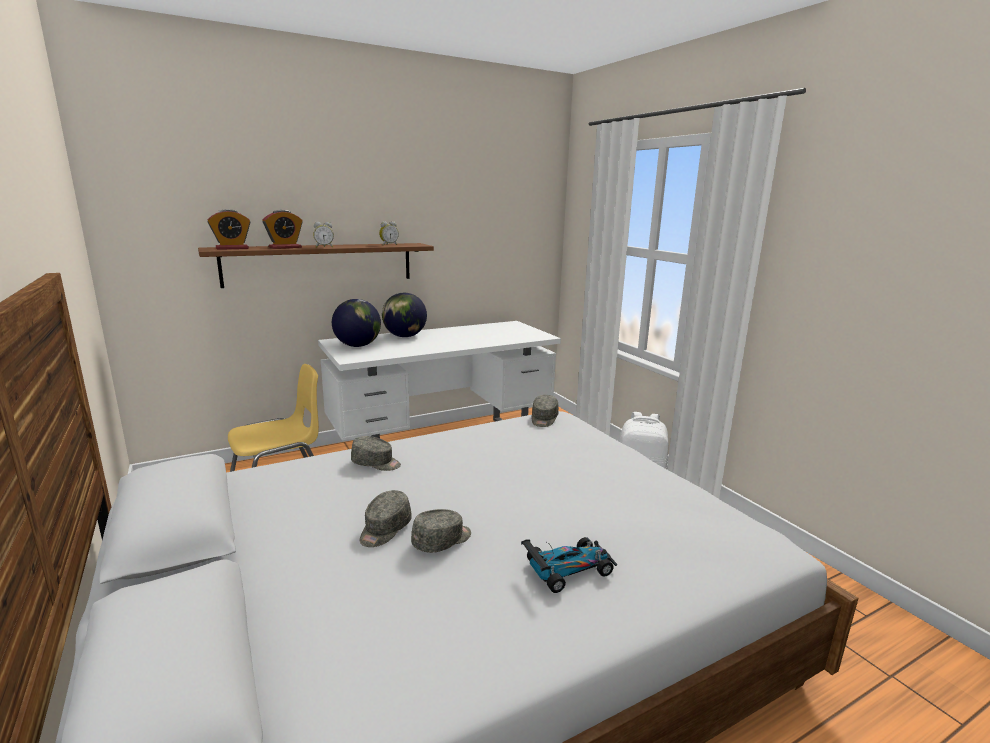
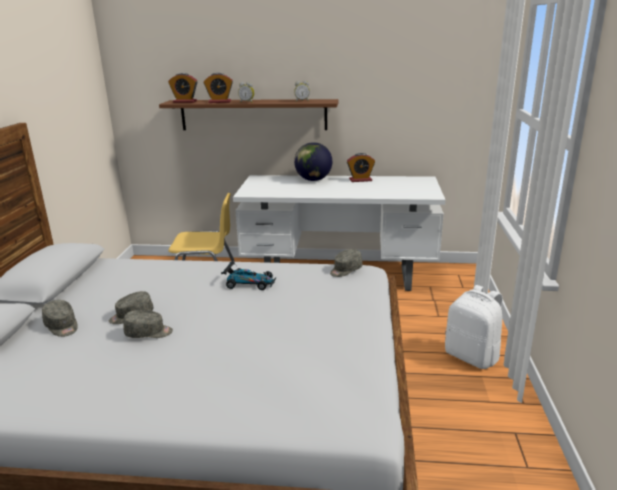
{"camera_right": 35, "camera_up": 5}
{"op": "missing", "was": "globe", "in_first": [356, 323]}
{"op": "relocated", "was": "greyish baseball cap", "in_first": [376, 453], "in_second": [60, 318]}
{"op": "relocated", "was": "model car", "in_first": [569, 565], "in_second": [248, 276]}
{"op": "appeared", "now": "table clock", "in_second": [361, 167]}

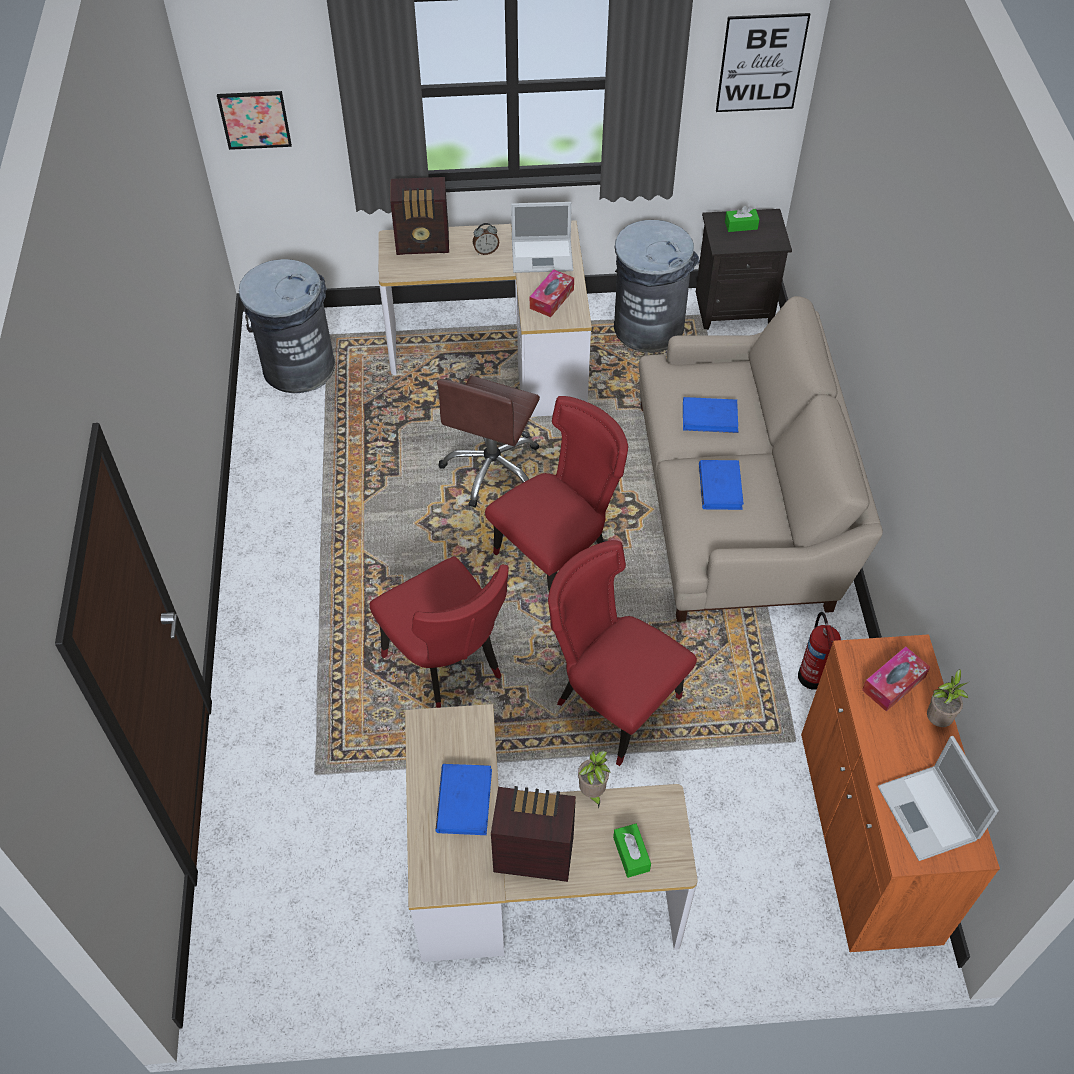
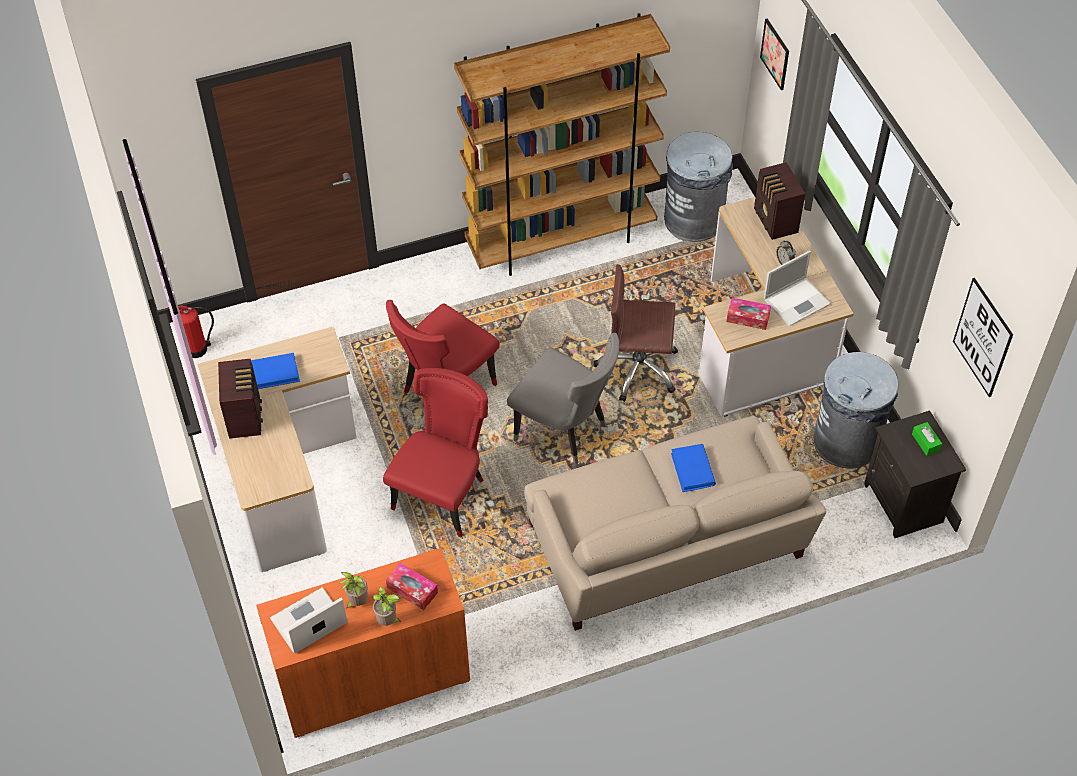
{"camera_right": 75, "camera_up": 0}
{"op": "colour", "was": "reddish chair", "now": "greyish chair", "in_first": [556, 493], "in_second": [563, 399]}
{"op": "spun", "was": "laptop", "in_first": [542, 237], "in_second": [797, 288], "clockwise": -105}
{"op": "relocated", "was": "houseplant", "in_first": [594, 779], "in_second": [353, 590]}
{"op": "missing", "was": "greenish box of tissues", "in_first": [632, 851]}
{"op": "missing", "was": "blue-coloured book", "in_first": [721, 485]}
{"op": "relocated", "was": "extinguisher", "in_first": [819, 651], "in_second": [196, 332]}
{"op": "appeared", "now": "brown-coloured shelving unit", "in_second": [562, 144]}

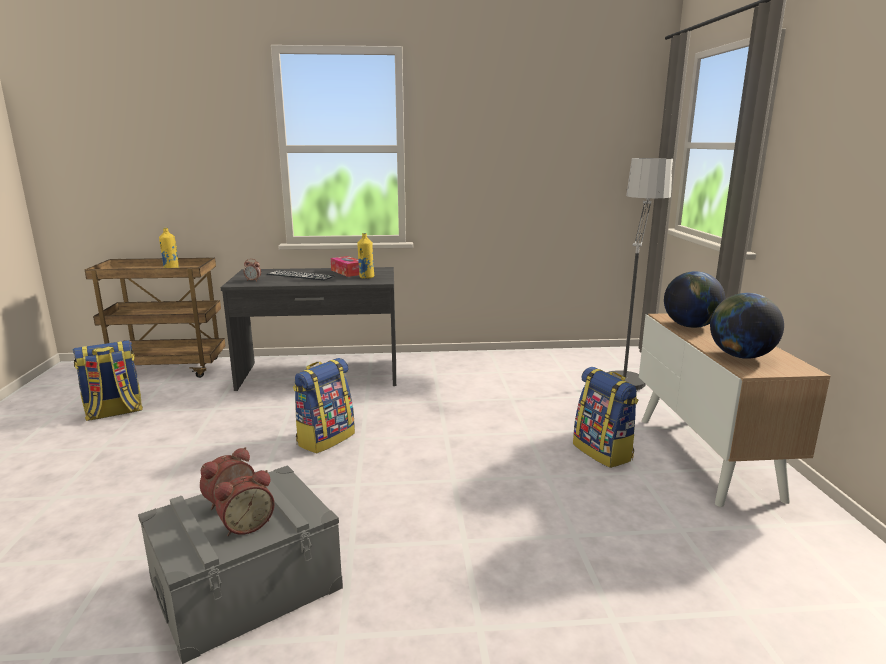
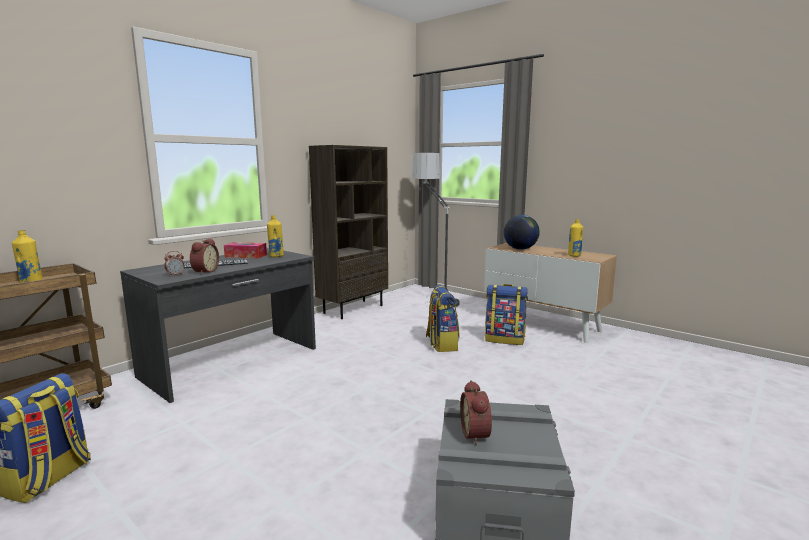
{"camera_right": -45, "camera_up": -5}
{"op": "relocated", "was": "table clock", "in_first": [244, 503], "in_second": [204, 256]}
{"op": "relocated", "was": "backpack", "in_first": [324, 405], "in_second": [442, 318]}
{"op": "exchanged", "was": "globe", "now": "yellow beverage bottle", "in_first": [747, 326], "in_second": [575, 238]}
{"op": "appeared", "now": "brown-coloured shelving unit", "in_second": [348, 232]}

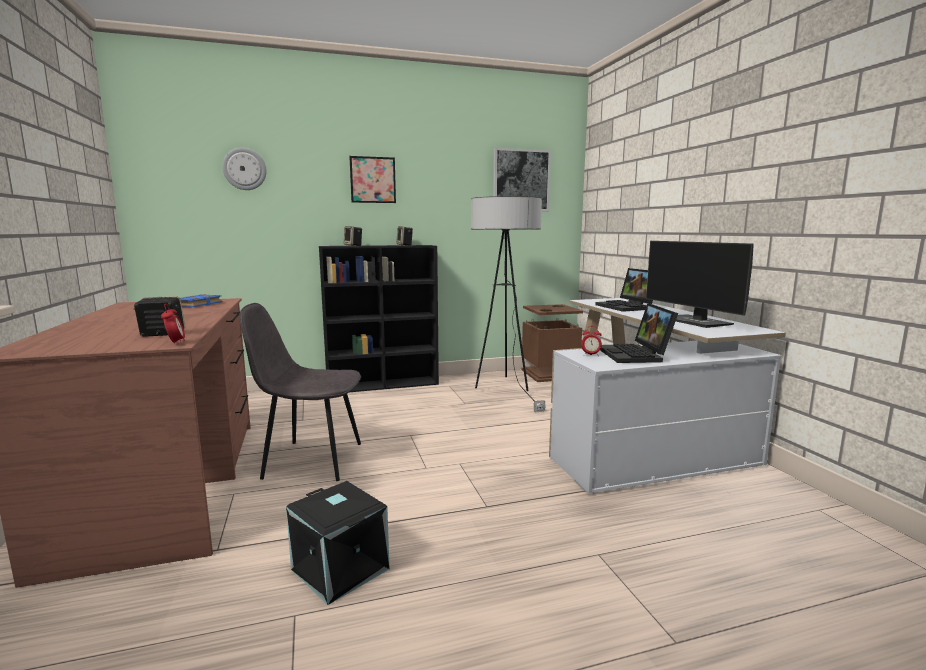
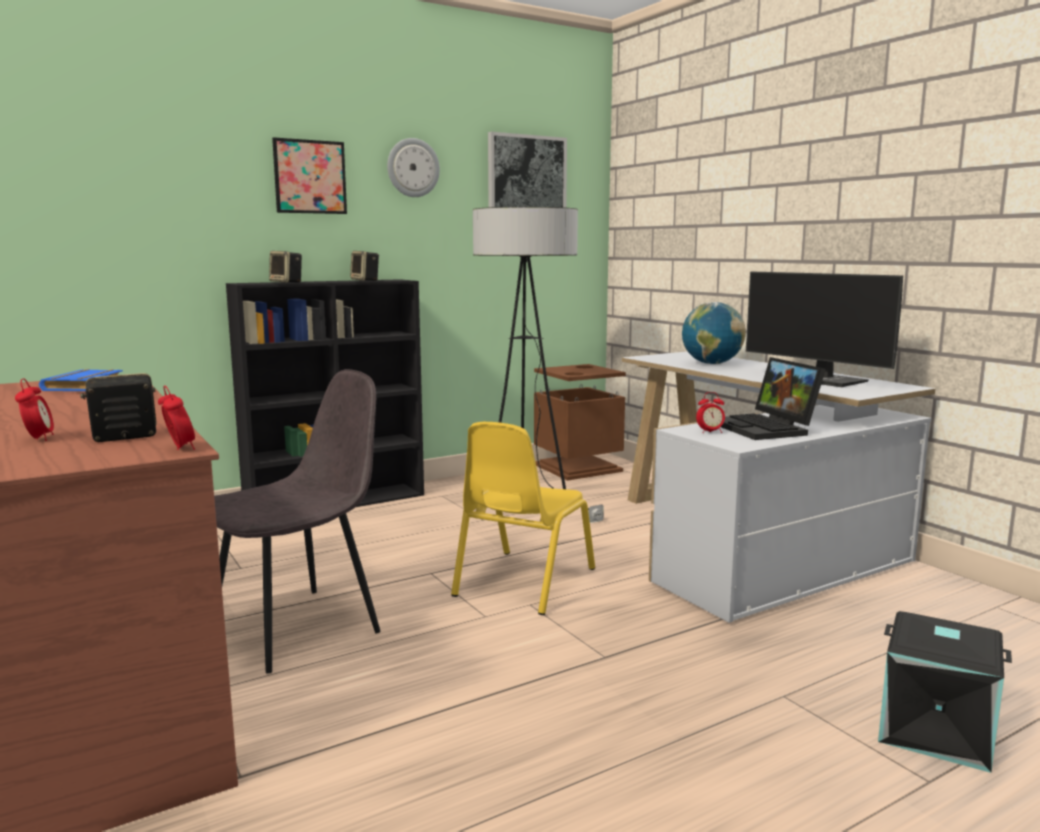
{"camera_right": -15, "camera_up": 0}
{"op": "relocated", "was": "wall clock", "in_first": [244, 168], "in_second": [413, 167]}
{"op": "spun", "was": "greyish chair", "in_first": [300, 392], "in_second": [297, 521], "clockwise": 150}
{"op": "relocated", "was": "black storage bin", "in_first": [338, 543], "in_second": [945, 692]}
{"op": "exchanged", "was": "laptop", "now": "globe", "in_first": [624, 290], "in_second": [714, 333]}
{"op": "appeared", "now": "table clock", "in_second": [34, 409]}
{"op": "appeared", "now": "yellow chair", "in_second": [523, 518]}

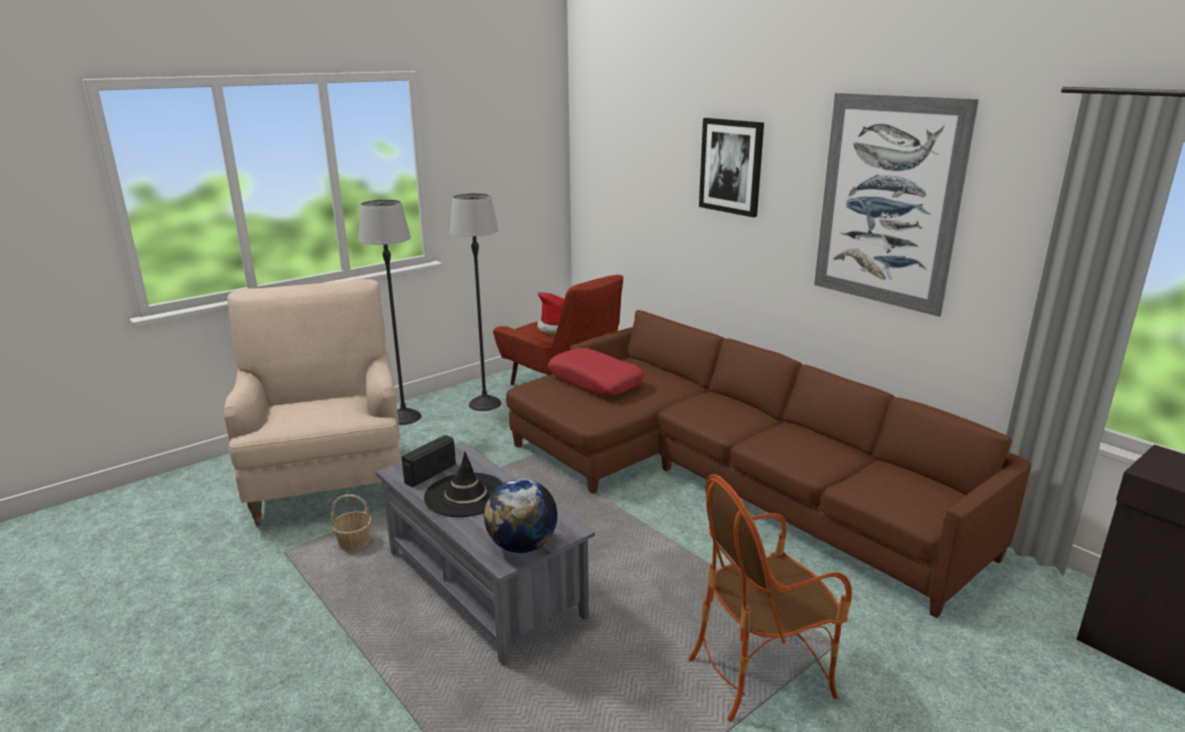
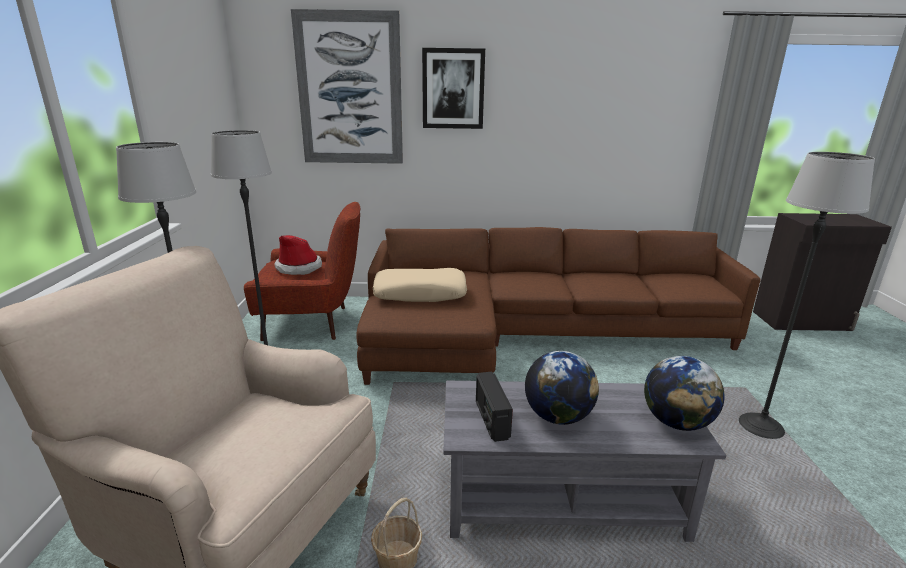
{"camera_right": -50, "camera_up": 0}
{"op": "exchanged", "was": "black wearable hat", "now": "globe", "in_first": [463, 484], "in_second": [562, 388]}
{"op": "colour", "was": "reddish throw pillow", "now": "sand-coloured throw pillow", "in_first": [596, 372], "in_second": [420, 285]}
{"op": "exchanged", "was": "armchair", "now": "standard lamp", "in_first": [770, 598], "in_second": [807, 295]}
{"op": "relocated", "was": "wall picture", "in_first": [896, 205], "in_second": [347, 86]}

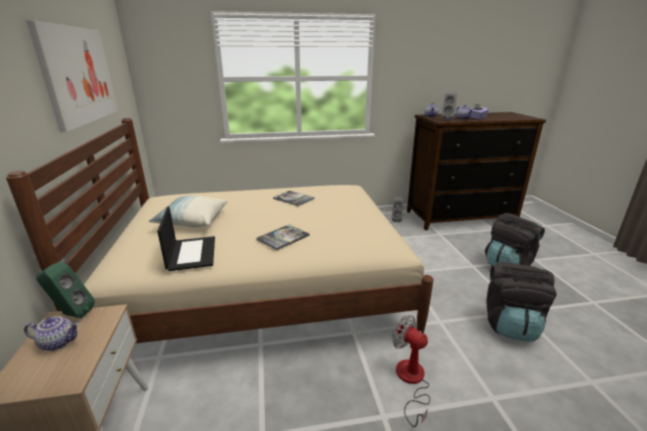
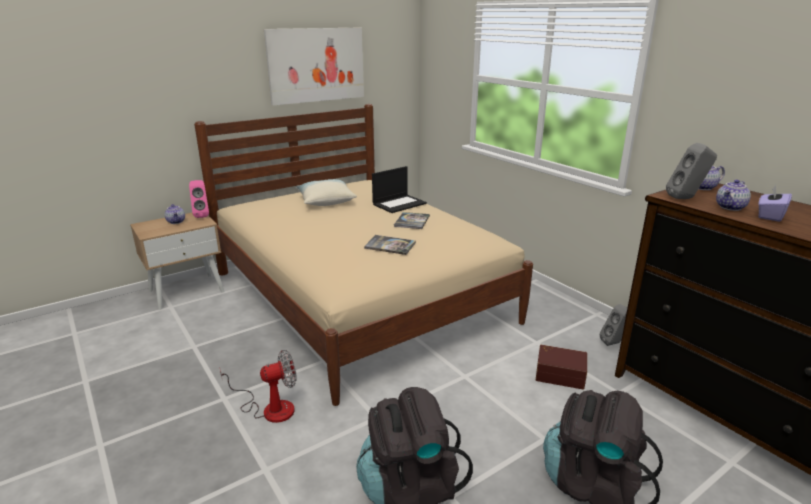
{"camera_right": 65, "camera_up": 0}
{"op": "colour", "was": "greenish audio speaker", "now": "pink-coloured audio speaker", "in_first": [65, 290], "in_second": [199, 199]}
{"op": "relocated", "was": "laptop", "in_first": [186, 238], "in_second": [399, 189]}
{"op": "relocated", "was": "book", "in_first": [283, 237], "in_second": [390, 245]}
{"op": "spun", "was": "fan", "in_first": [411, 371], "in_second": [258, 386], "clockwise": 45}
{"op": "appeared", "now": "brown-coloured storage bin", "in_second": [561, 367]}

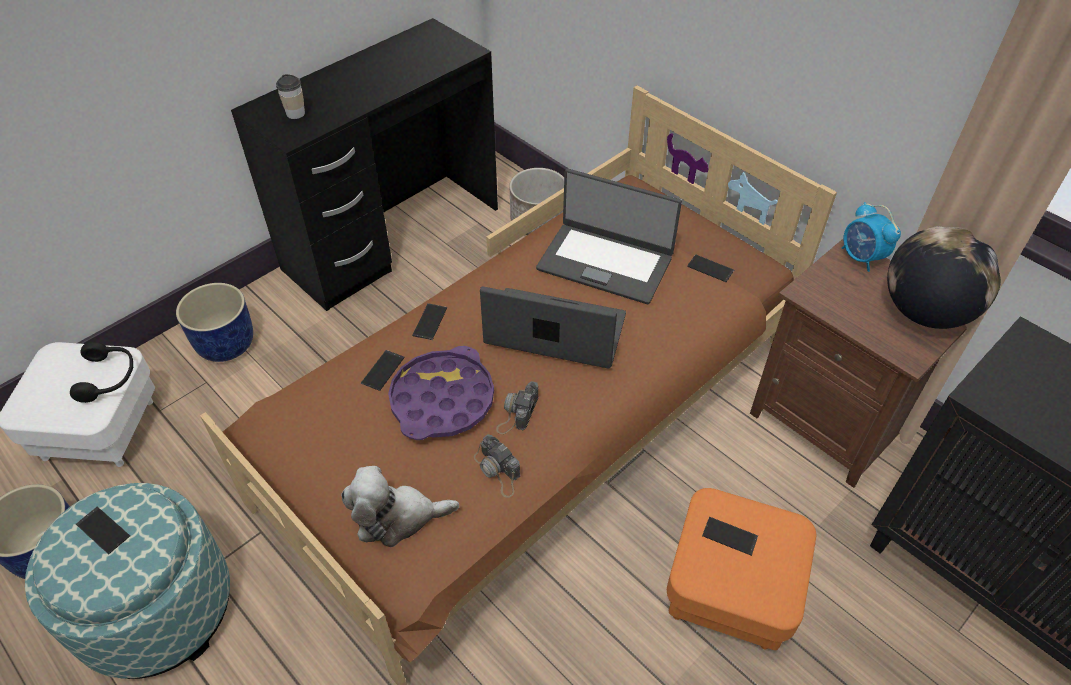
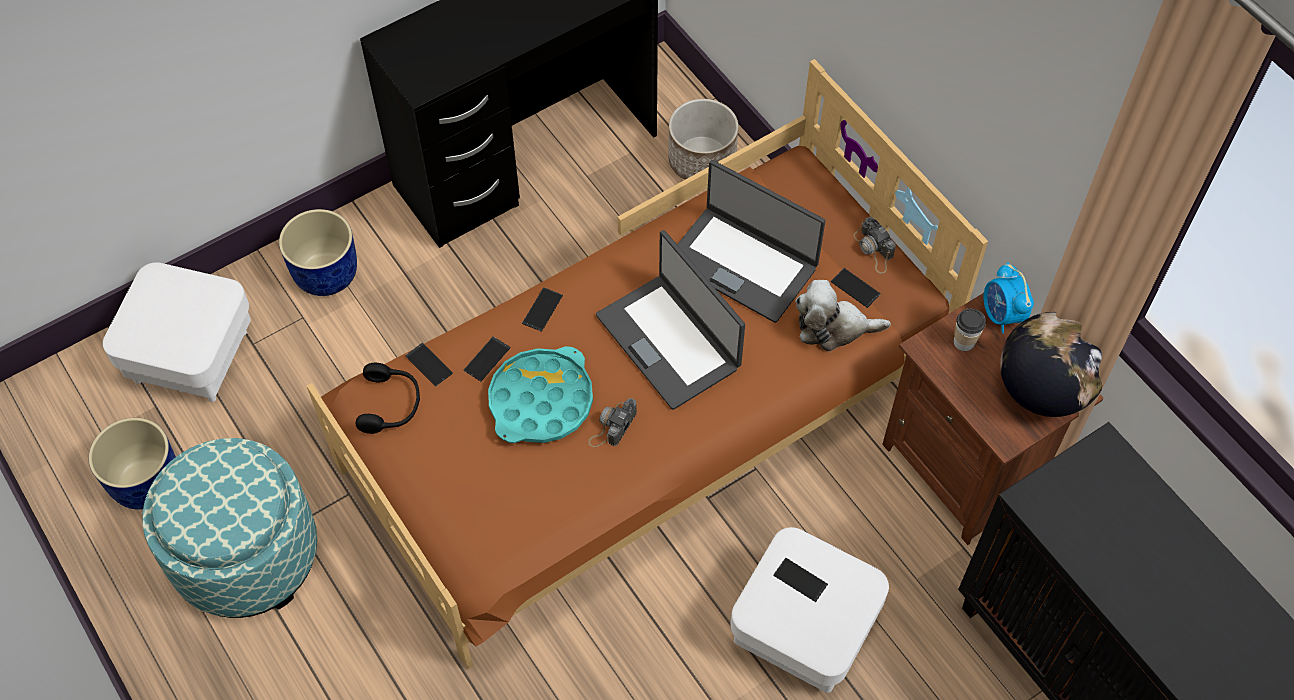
{"camera_right": 10, "camera_up": 10}
{"op": "relocated", "was": "black headphones", "in_first": [101, 372], "in_second": [388, 398]}
{"op": "relocated", "was": "handset", "in_first": [103, 530], "in_second": [429, 364]}
{"op": "relocated", "was": "cup", "in_first": [290, 96], "in_second": [970, 330]}
{"op": "relocated", "was": "plush toy", "in_first": [400, 506], "in_second": [843, 315]}
{"op": "colour", "was": "purplish carrying tray", "now": "blue-green carrying tray", "in_first": [441, 393], "in_second": [540, 394]}
{"op": "relocated", "was": "photo camera", "in_first": [497, 466], "in_second": [874, 245]}
{"op": "spun", "was": "laptop", "in_first": [553, 328], "in_second": [670, 320], "clockwise": -150}
{"op": "colour", "was": "orange pouffe", "now": "whitish pouffe", "in_first": [741, 569], "in_second": [809, 610]}

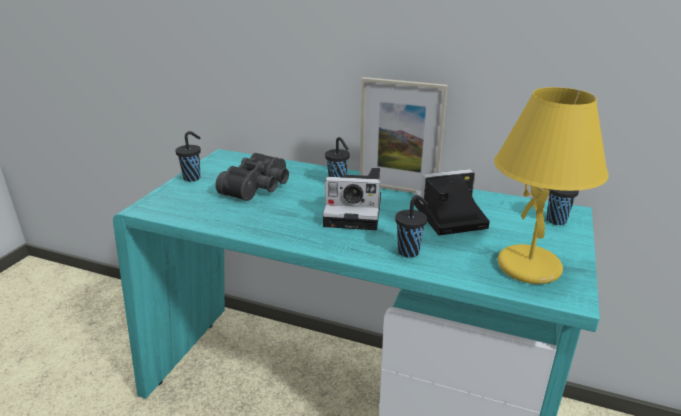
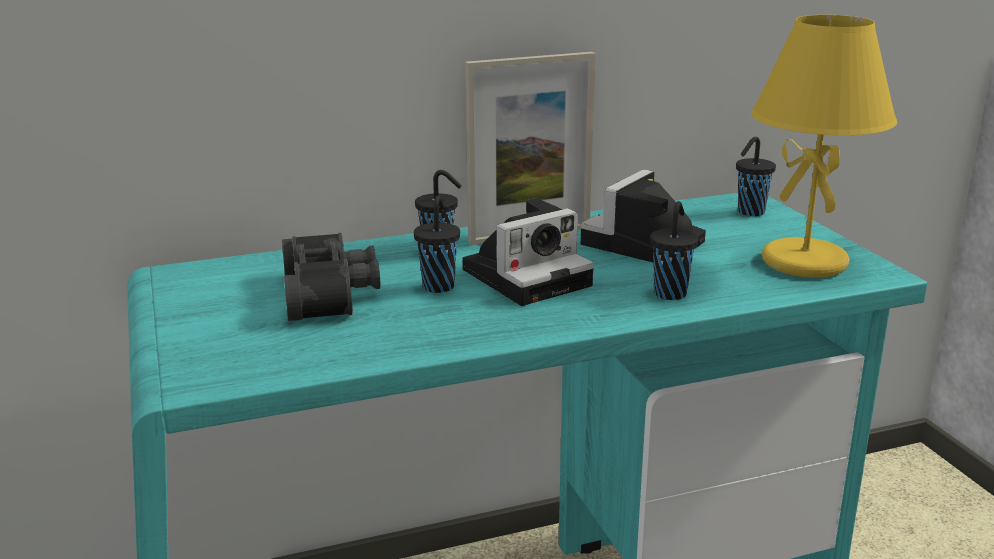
{"camera_right": -40, "camera_up": -5}
{"op": "relocated", "was": "black cup", "in_first": [188, 156], "in_second": [437, 244]}

